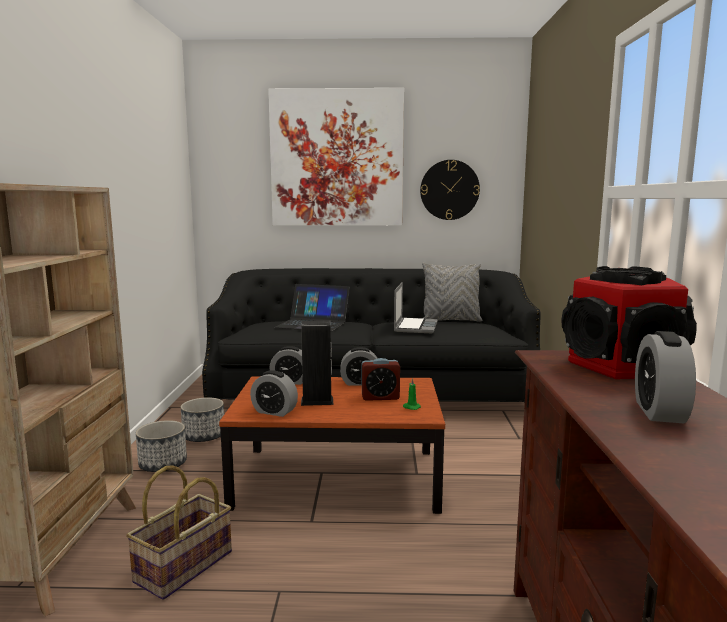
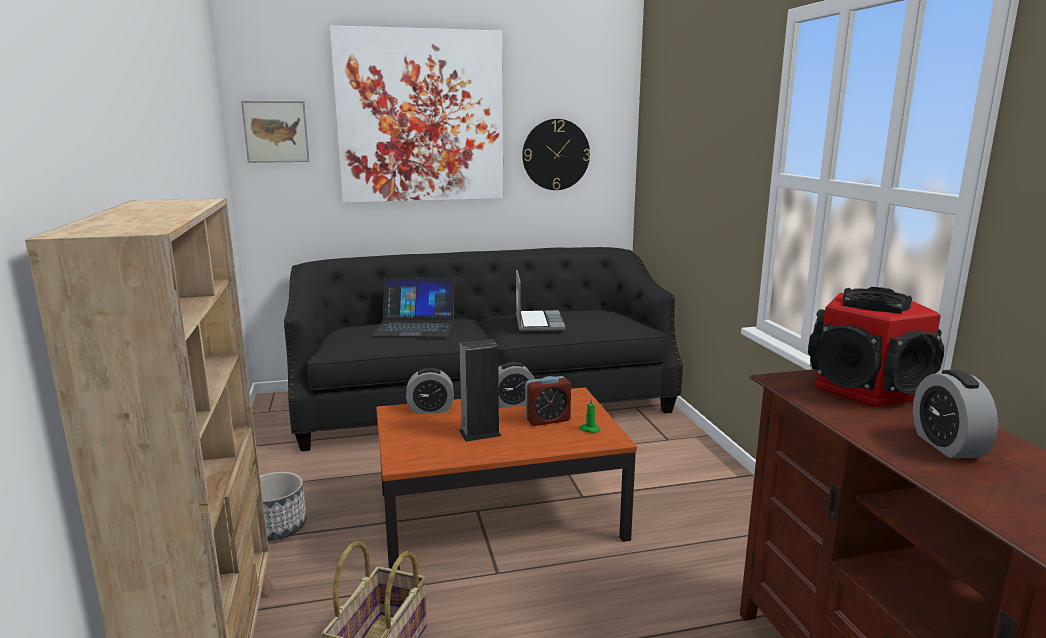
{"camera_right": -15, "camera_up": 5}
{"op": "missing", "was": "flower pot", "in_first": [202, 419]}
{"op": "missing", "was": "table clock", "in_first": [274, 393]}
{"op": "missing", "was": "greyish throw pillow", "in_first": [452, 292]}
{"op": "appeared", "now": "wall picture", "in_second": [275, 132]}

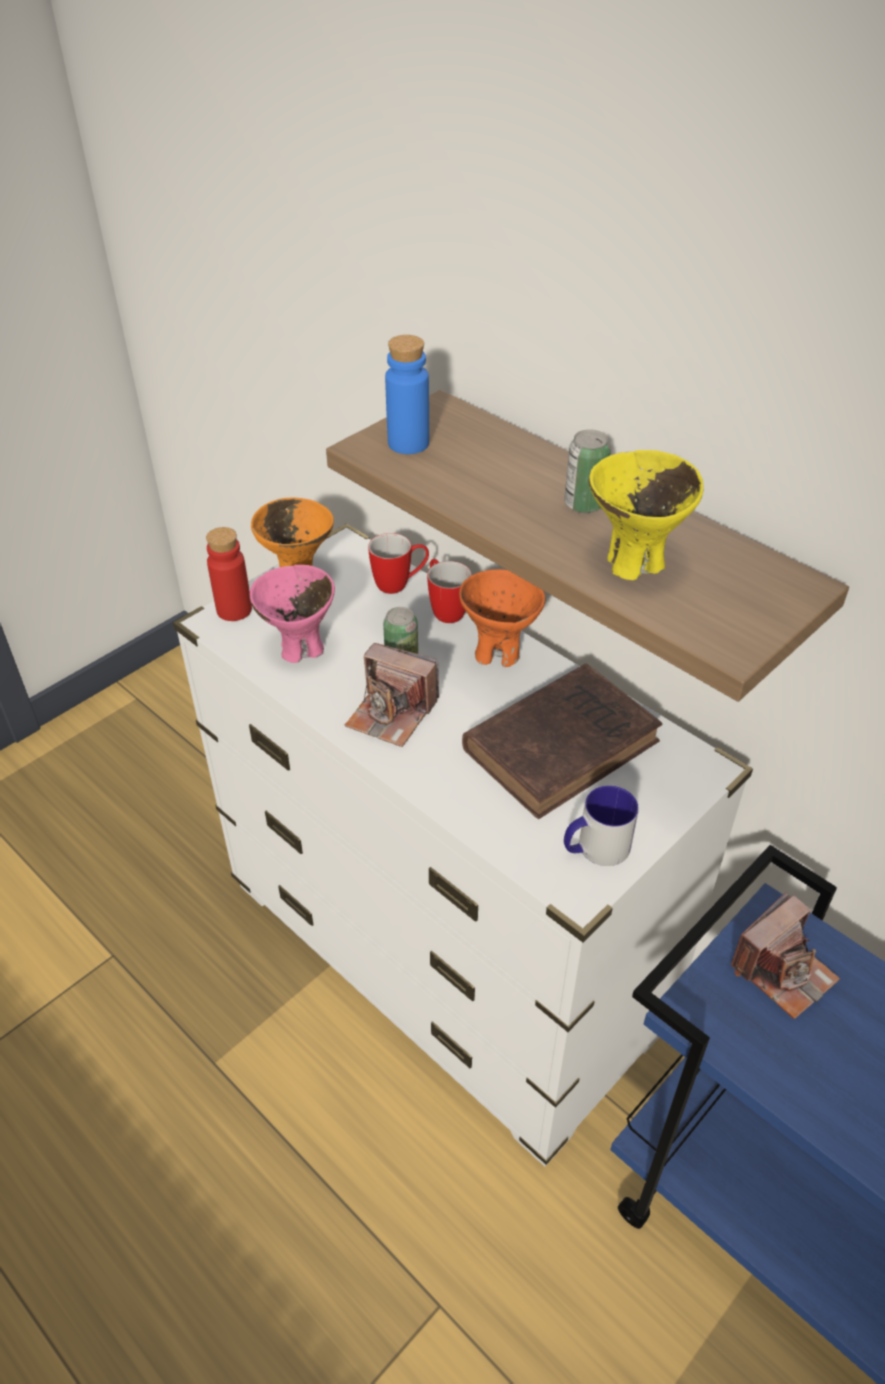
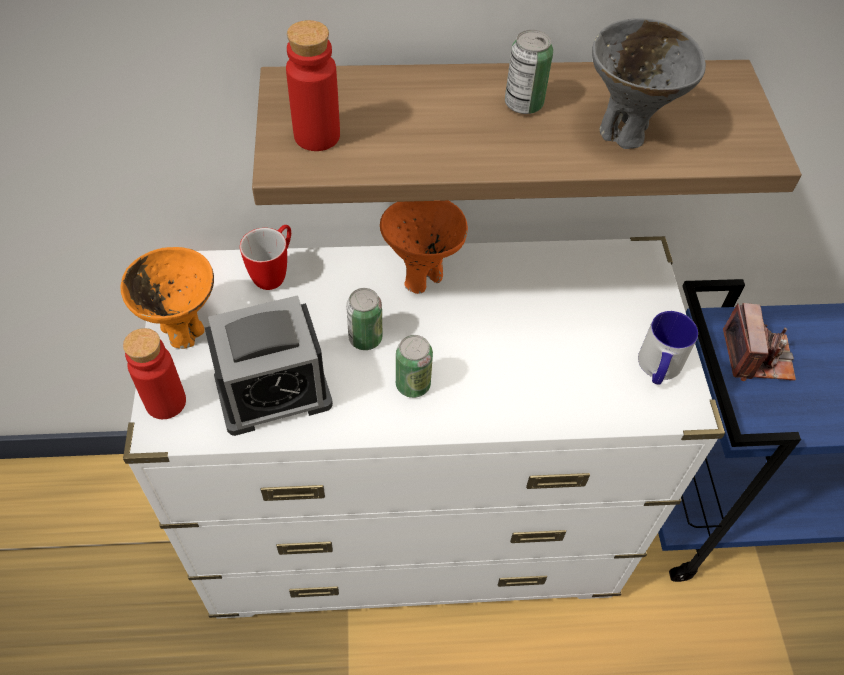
{"camera_right": -50, "camera_up": 10}
{"op": "exchanged", "was": "pink-coloured serving bowl", "now": "table clock", "in_first": [292, 614], "in_second": [269, 365]}
{"op": "exchanged", "was": "photo camera", "now": "metal can", "in_first": [392, 695], "in_second": [414, 366]}
{"op": "colour", "was": "blue-coloured beverage bottle", "now": "reddish beverage bottle", "in_first": [407, 394], "in_second": [313, 85]}
{"op": "missing", "was": "mug", "in_first": [449, 591]}
{"op": "missing", "was": "brown-coloured book", "in_first": [562, 741]}
{"op": "colour", "was": "yellow serving bowl", "now": "greyish serving bowl", "in_first": [646, 515], "in_second": [649, 83]}

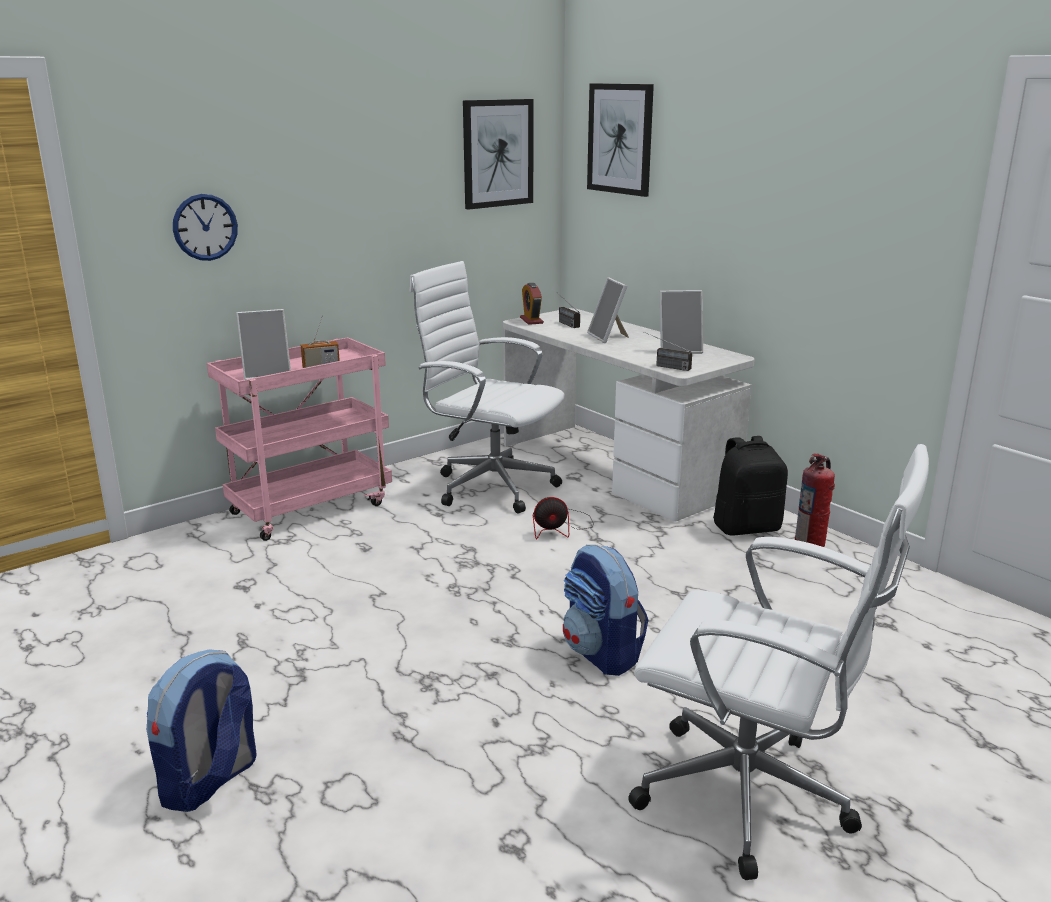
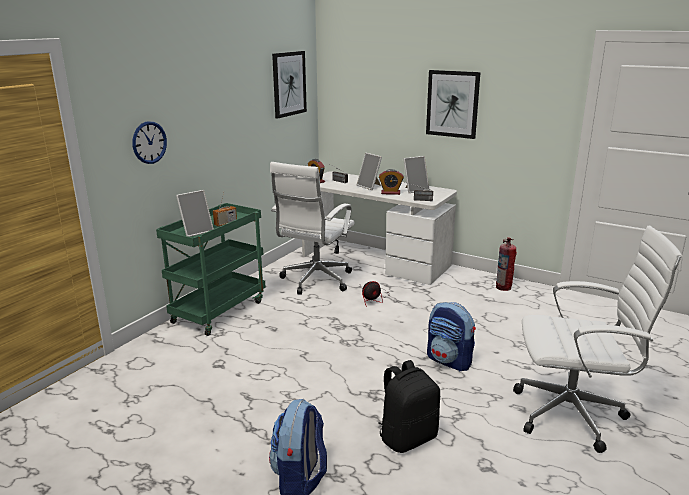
{"camera_right": -20, "camera_up": 0}
{"op": "colour", "was": "pink-coloured cart", "now": "greenish cart", "in_first": [299, 439], "in_second": [211, 269]}
{"op": "spun", "was": "whitish computer chair", "in_first": [487, 387], "in_second": [312, 228], "clockwise": -75}
{"op": "relocated", "was": "wall picture", "in_first": [620, 140], "in_second": [453, 104]}
{"op": "relocated", "was": "black backpack", "in_first": [750, 486], "in_second": [409, 406]}
{"op": "appeared", "now": "table clock", "in_second": [391, 182]}

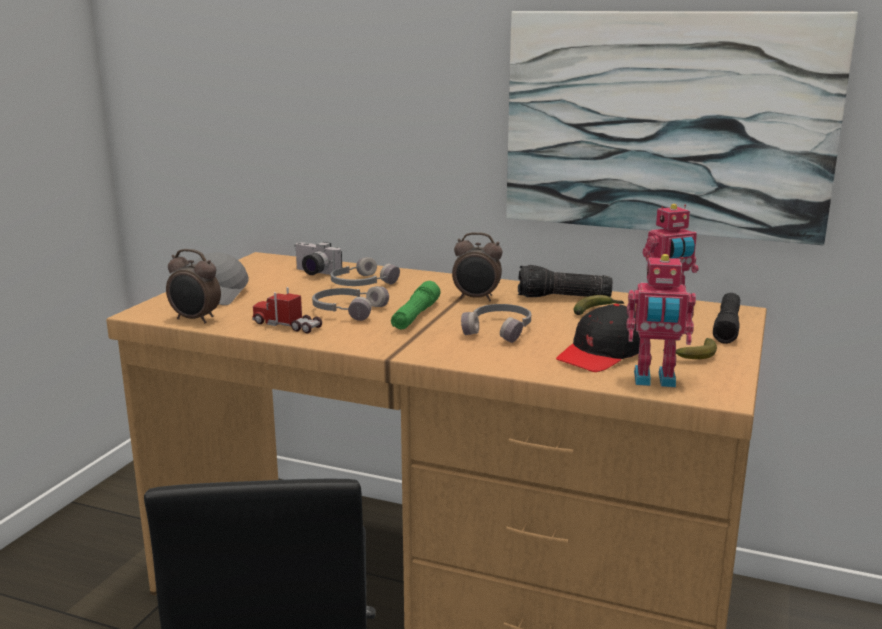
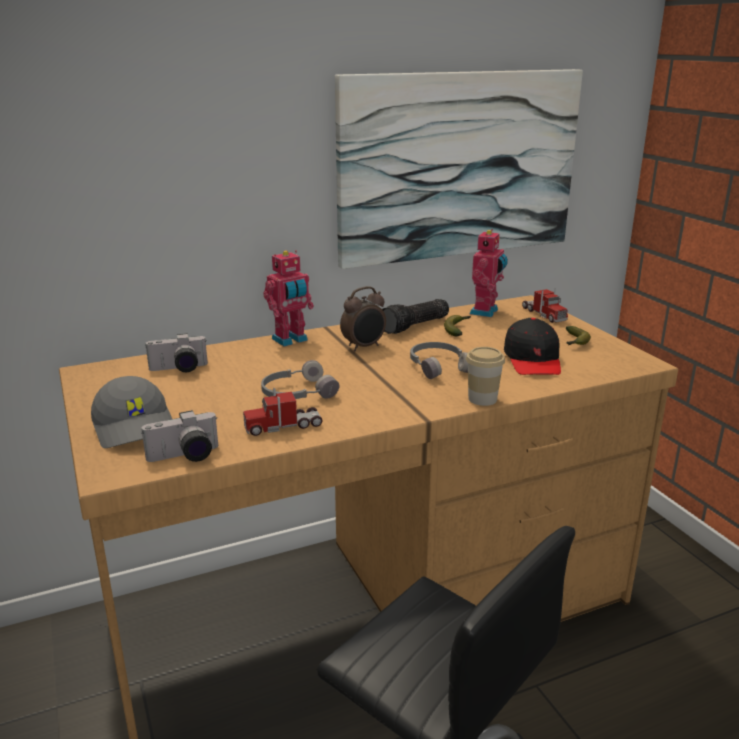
{"camera_right": -45, "camera_up": 5}
{"op": "exchanged", "was": "table clock", "now": "photo camera", "in_first": [193, 286], "in_second": [179, 436]}
{"op": "missing", "was": "greyish headphones", "in_first": [365, 271]}
{"op": "missing", "was": "greenish hand torch", "in_first": [415, 305]}
{"op": "relocated", "was": "toy robot", "in_first": [661, 320], "in_second": [288, 298]}
{"op": "exchanged", "was": "black hand torch", "now": "model truck", "in_first": [726, 318], "in_second": [545, 305]}
{"op": "appeared", "now": "cup", "in_second": [485, 376]}

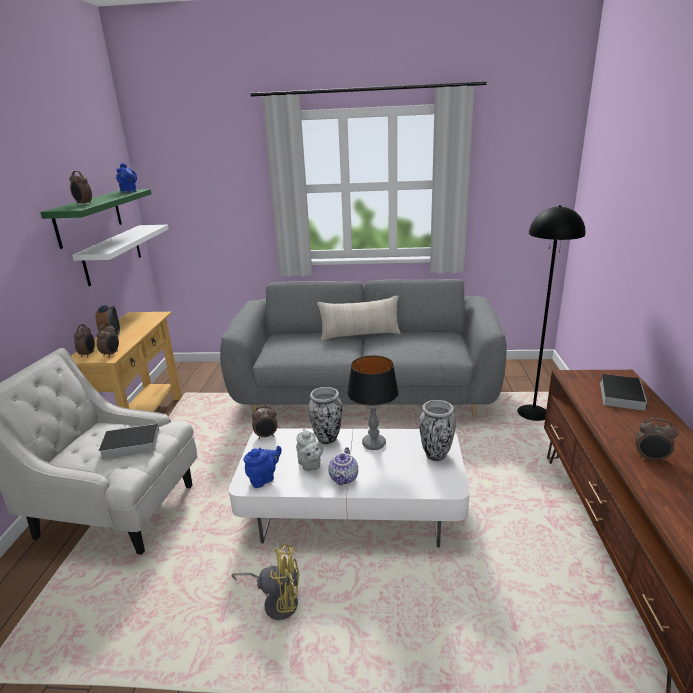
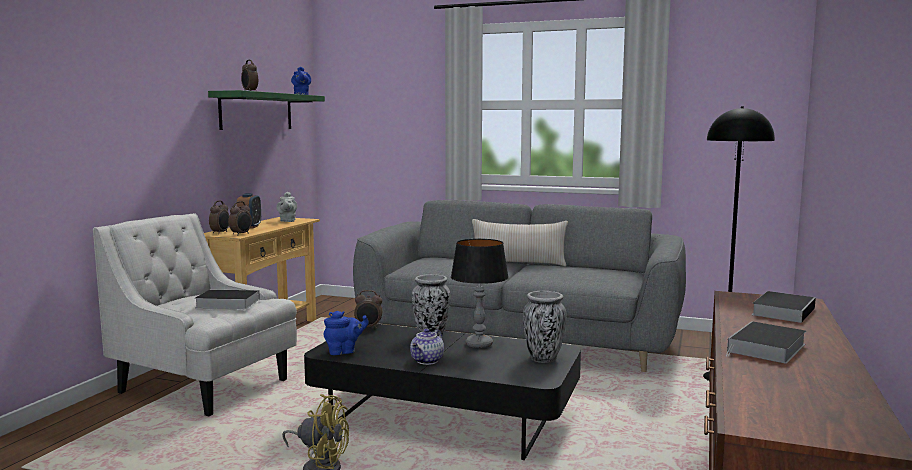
{"camera_right": 15, "camera_up": -15}
{"op": "missing", "was": "whitish bracket shelf", "in_first": [120, 255]}
{"op": "colour", "was": "whitish lounge table", "now": "black lounge table", "in_first": [349, 487], "in_second": [442, 392]}
{"op": "relocated", "was": "greyish tea pot", "in_first": [309, 450], "in_second": [286, 207]}
{"op": "exchanged", "was": "table clock", "now": "book", "in_first": [656, 440], "in_second": [766, 342]}

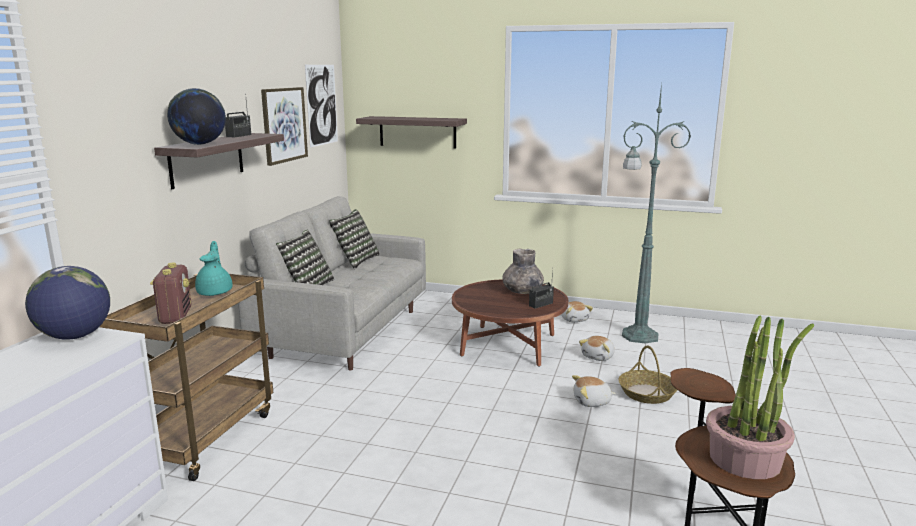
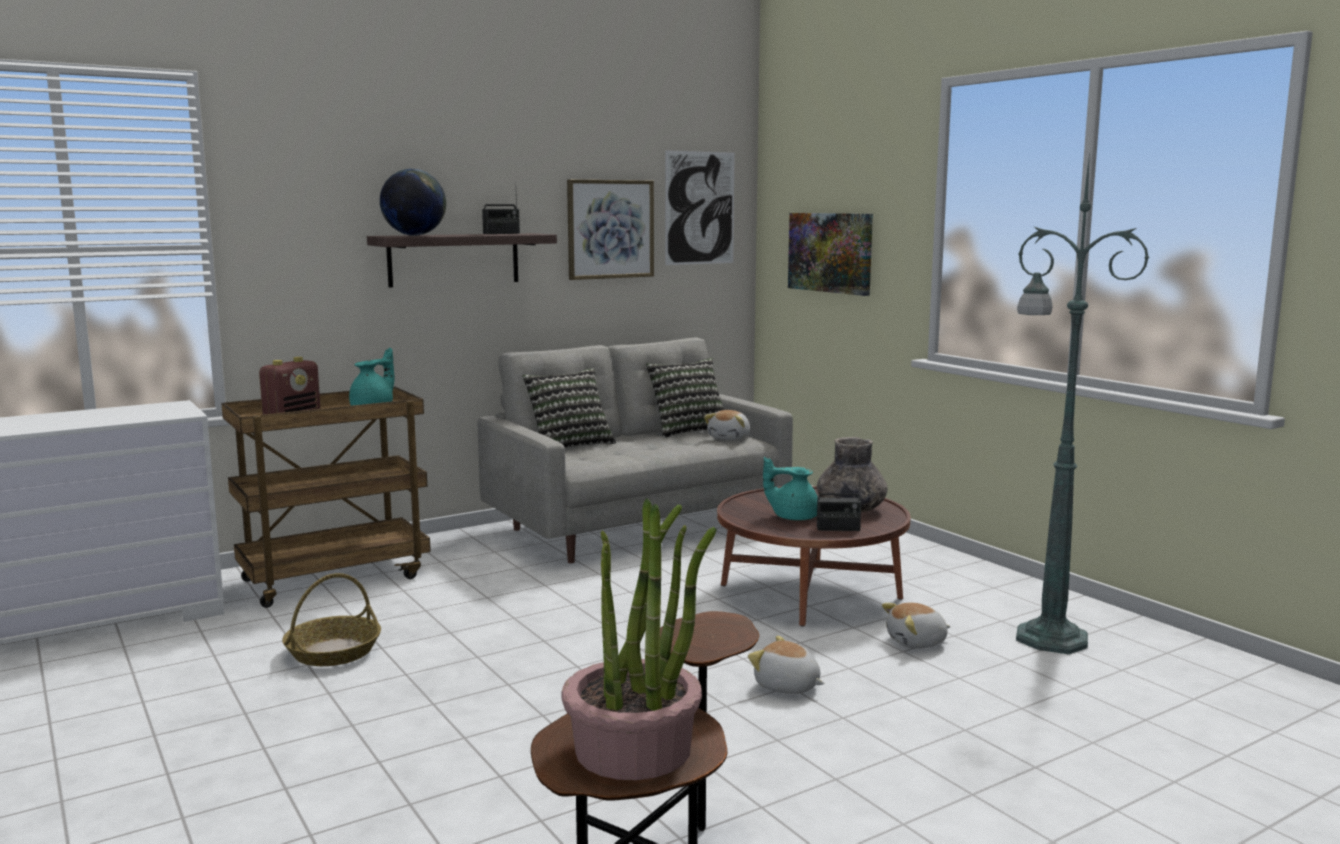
{"camera_right": 40, "camera_up": -5}
{"op": "missing", "was": "globe", "in_first": [67, 303]}
{"op": "exchanged", "was": "bracket shelf", "now": "wall picture", "in_first": [411, 132], "in_second": [830, 254]}
{"op": "relocated", "was": "plush toy", "in_first": [577, 311], "in_second": [727, 425]}
{"op": "relocated", "was": "household basket", "in_first": [647, 375], "in_second": [331, 619]}
{"op": "appeared", "now": "blue-green tea pot", "in_second": [790, 489]}

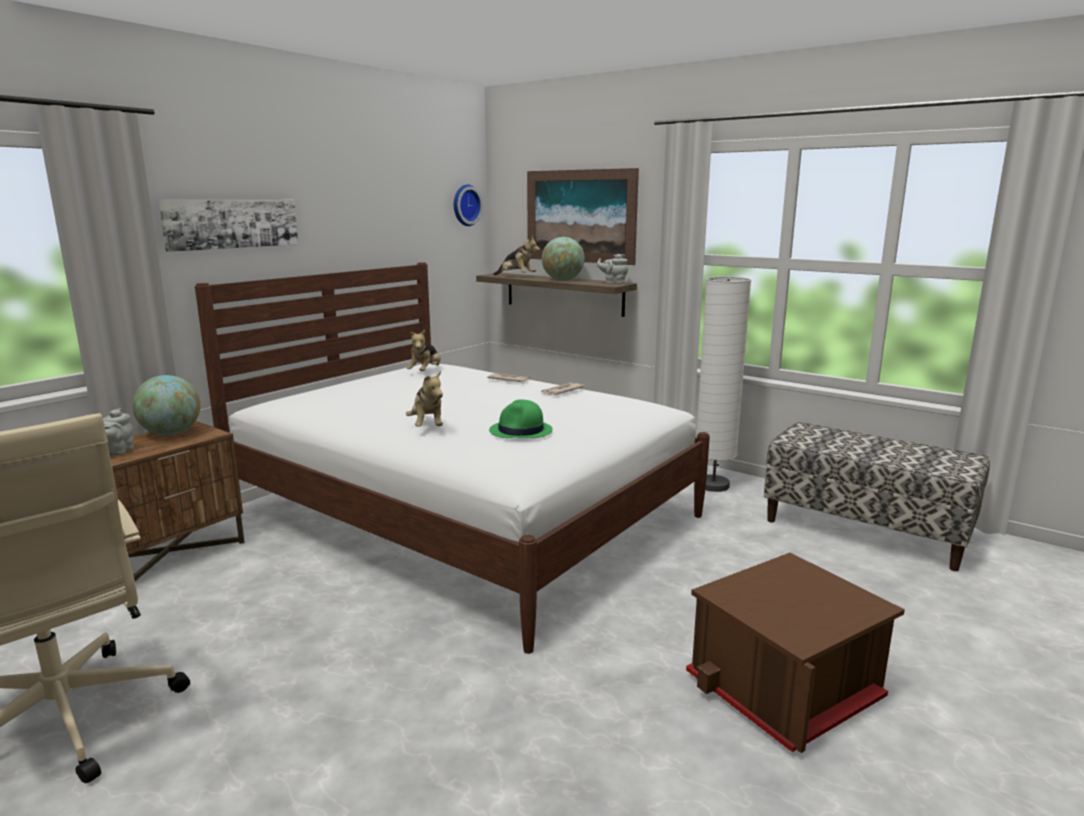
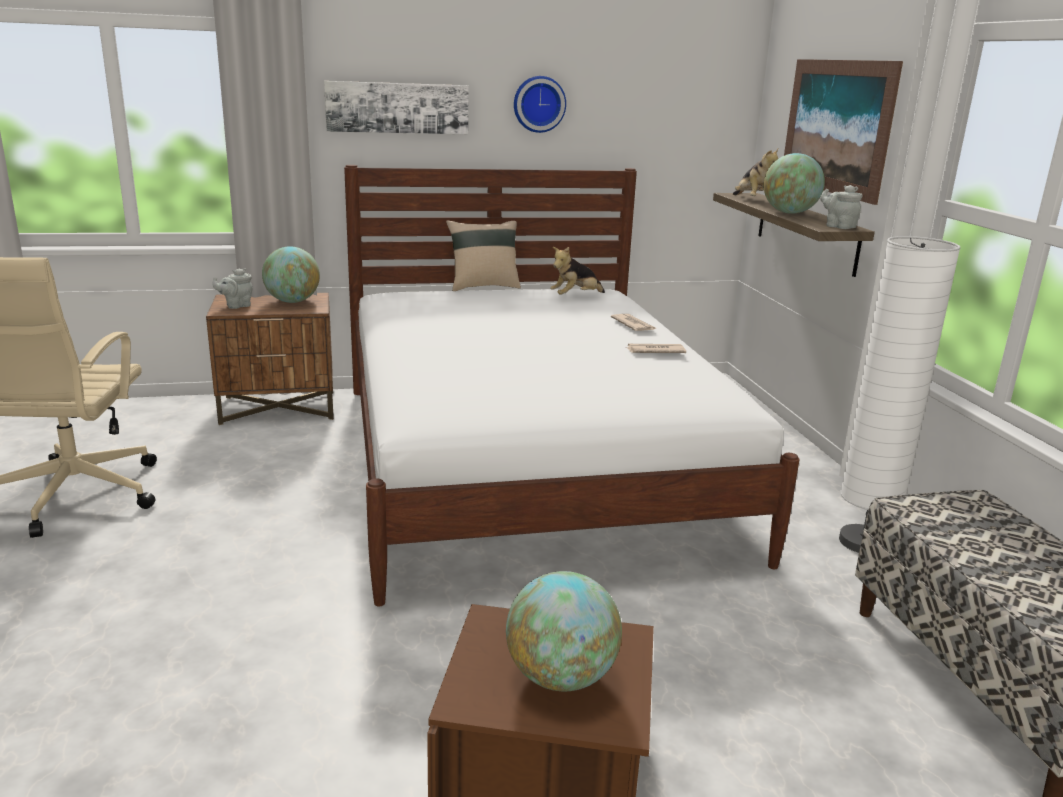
{"camera_right": 40, "camera_up": 5}
{"op": "missing", "was": "plush toy", "in_first": [424, 399]}
{"op": "relocated", "was": "wall clock", "in_first": [468, 205], "in_second": [540, 104]}
{"op": "missing", "was": "greenish wearable hat", "in_first": [521, 419]}
{"op": "appeared", "now": "sand-coloured throw pillow", "in_second": [483, 255]}
{"op": "appeared", "now": "globe", "in_second": [564, 631]}

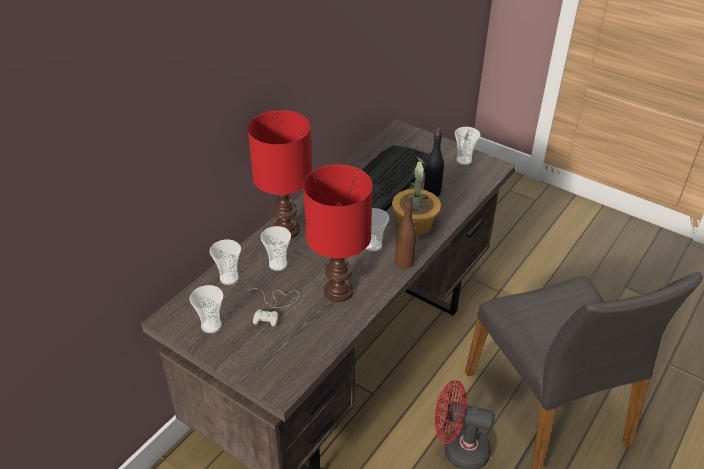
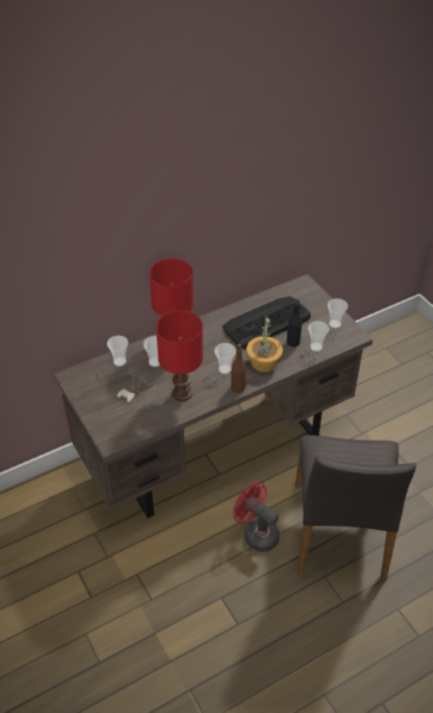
{"camera_right": 25, "camera_up": 5}
{"op": "relocated", "was": "cup", "in_first": [206, 309], "in_second": [318, 336]}

